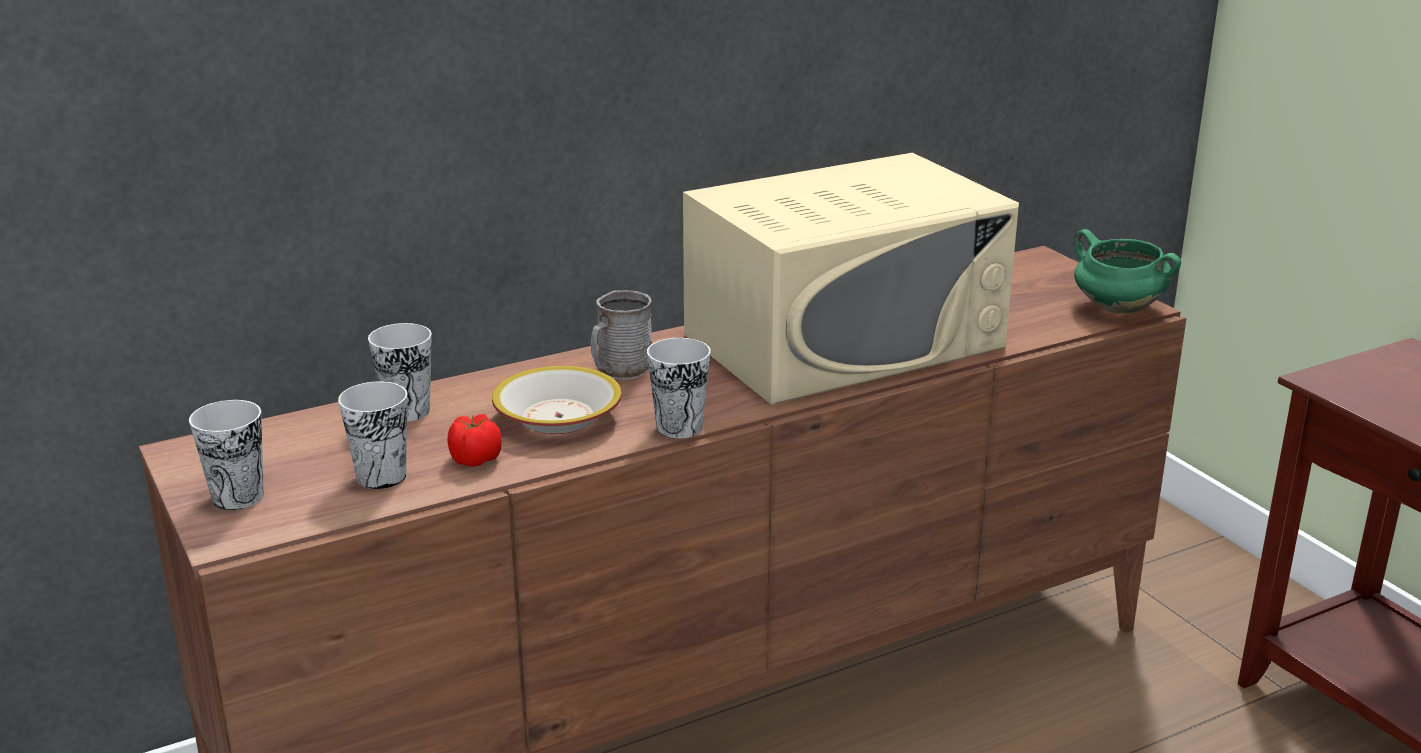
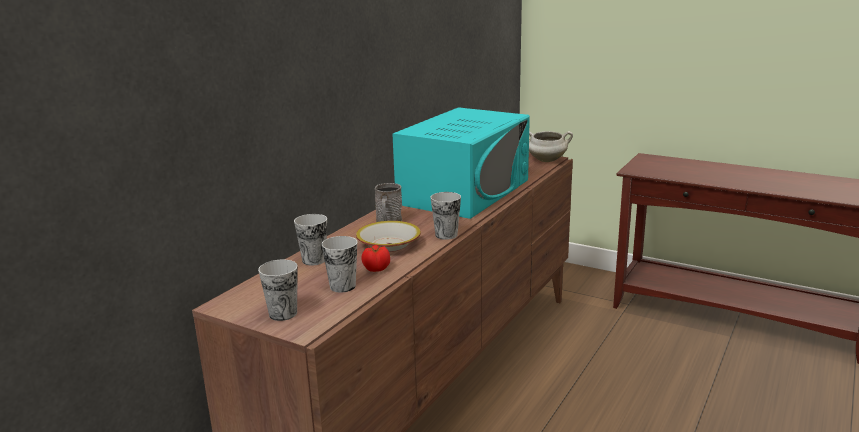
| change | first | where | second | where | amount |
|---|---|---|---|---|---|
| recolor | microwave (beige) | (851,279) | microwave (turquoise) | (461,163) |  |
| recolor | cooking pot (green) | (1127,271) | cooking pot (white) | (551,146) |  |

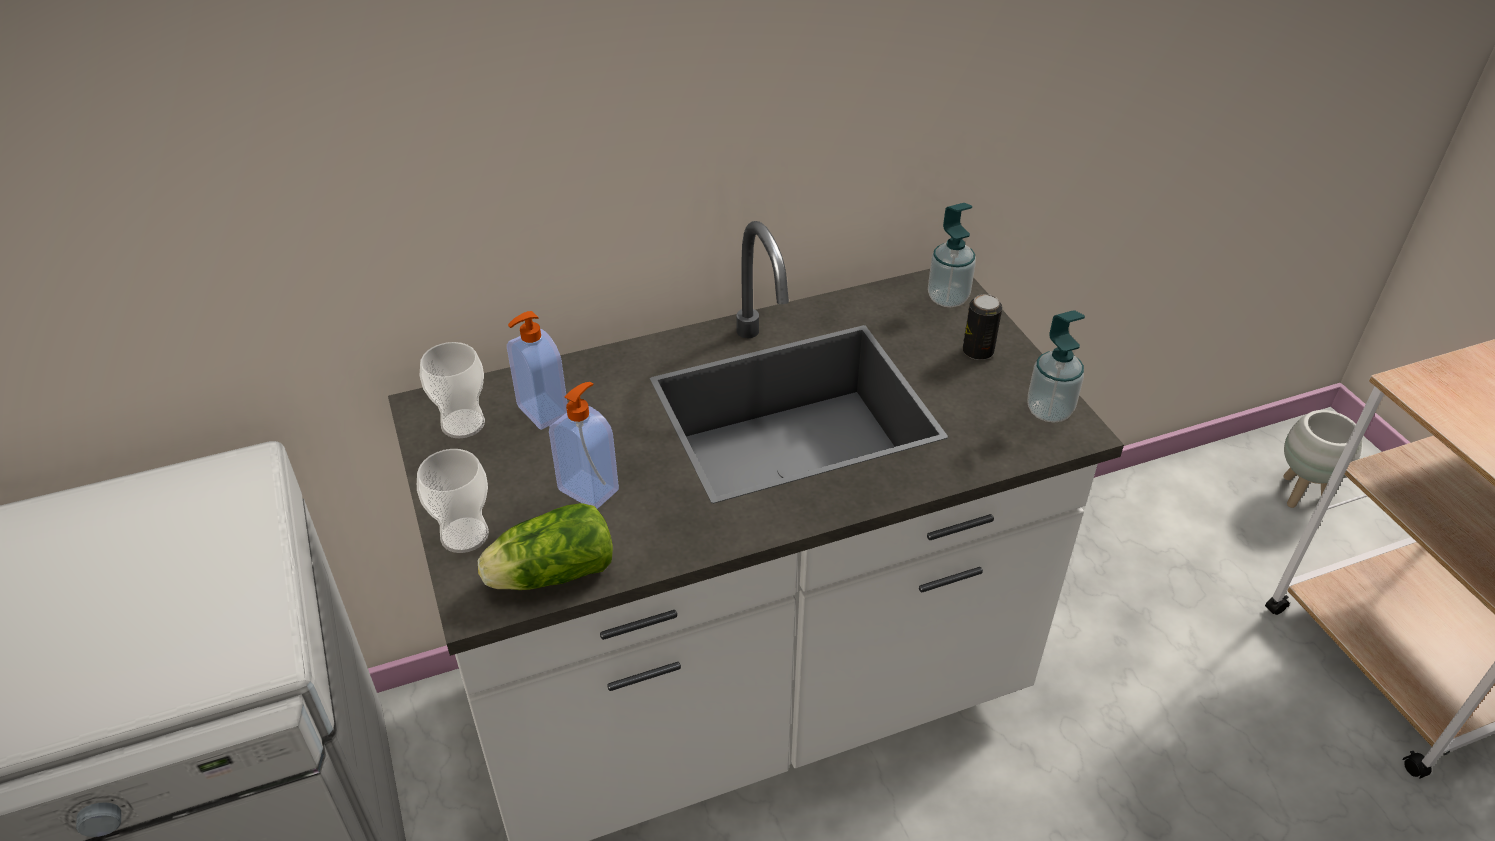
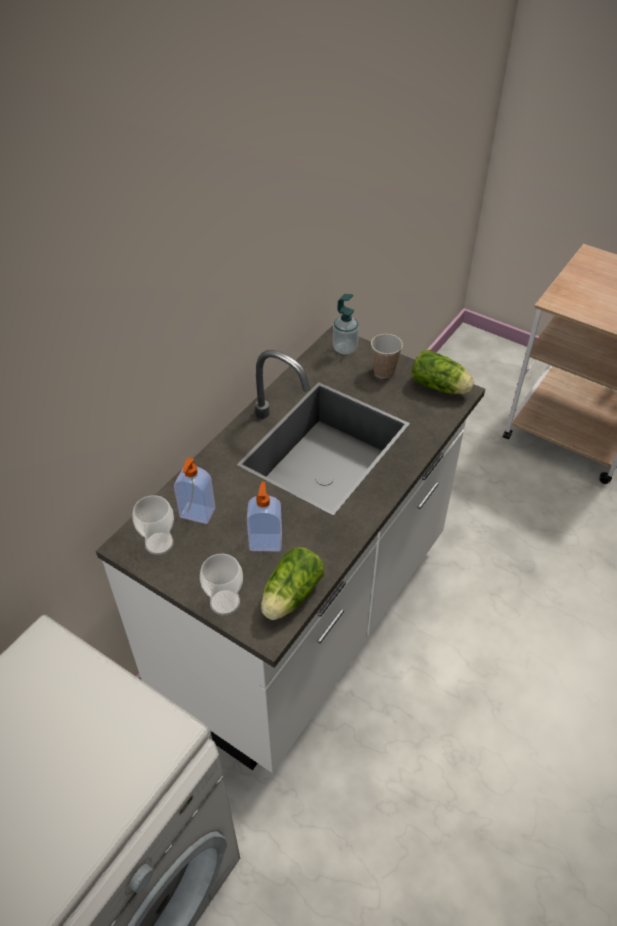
| change | first | where | second | where | amount |
|---|---|---|---|---|---|
| replace | can | (982,327) | cup | (387,356) |  |
| replace | soap dispenser | (1056,366) | lettuce | (443,372) |  |
| delete | planter (white) | (1323,459) |  |  |  |

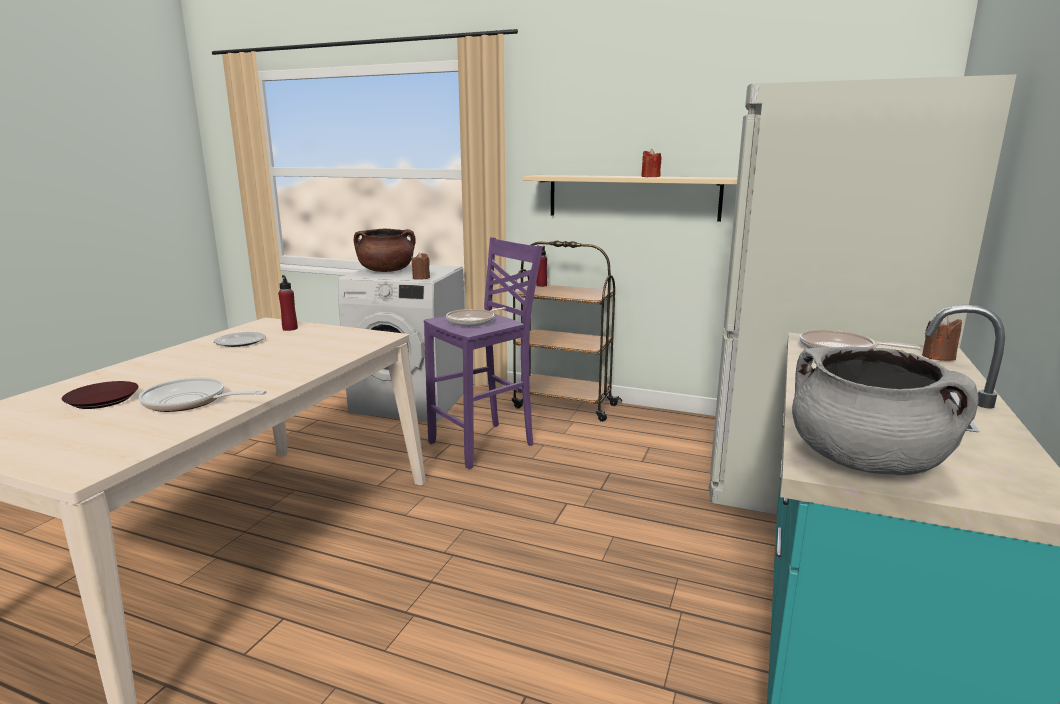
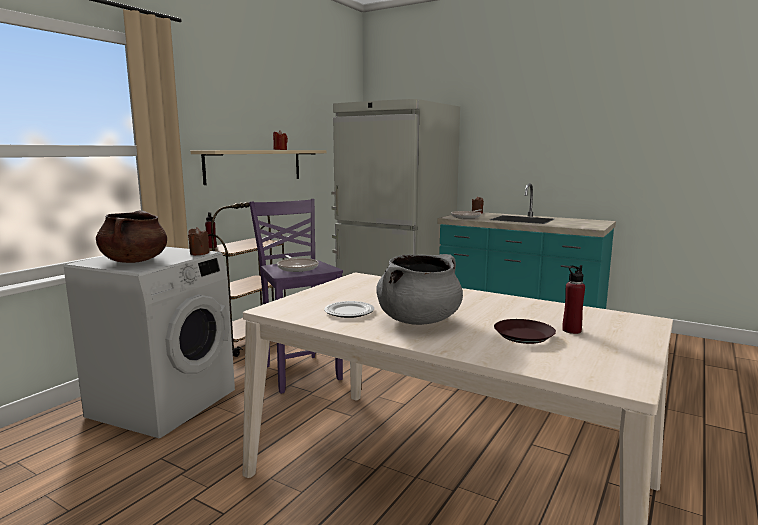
| change | first | where | second | where | amount |
|---|---|---|---|---|---|
| delete | frying pan | (203,394) |  |  |  |
| move | bottle (red) | (288,303) |  | (573,299) |  |
| move | cooking pot (grey) | (885,411) |  | (419,289) |  |

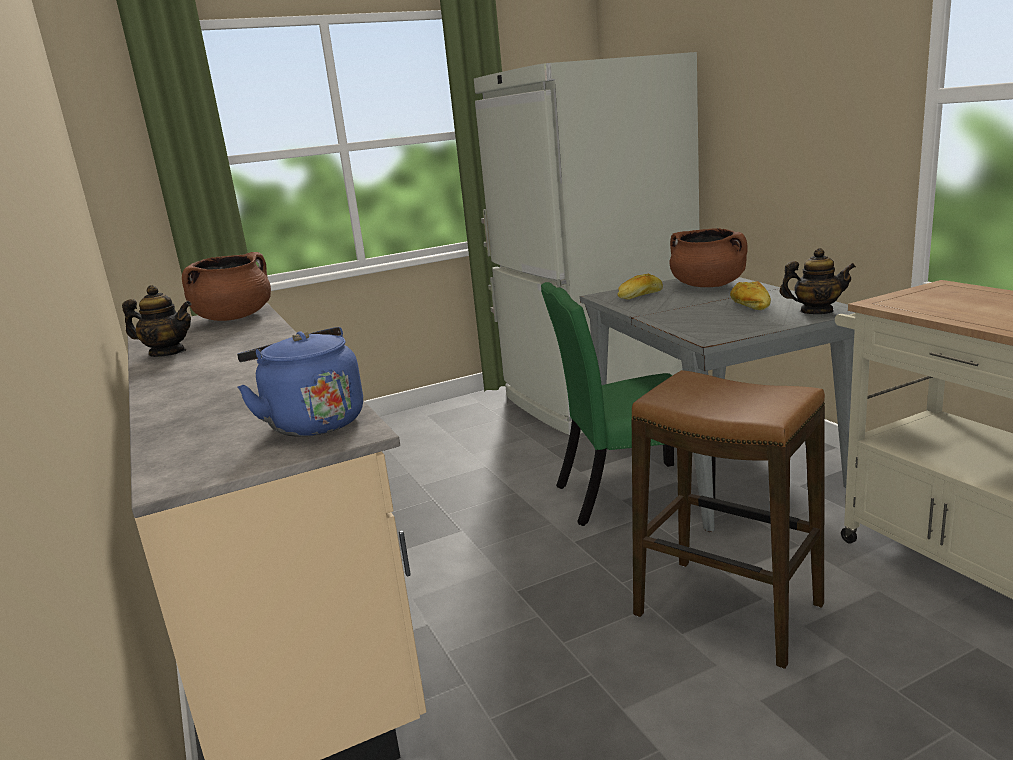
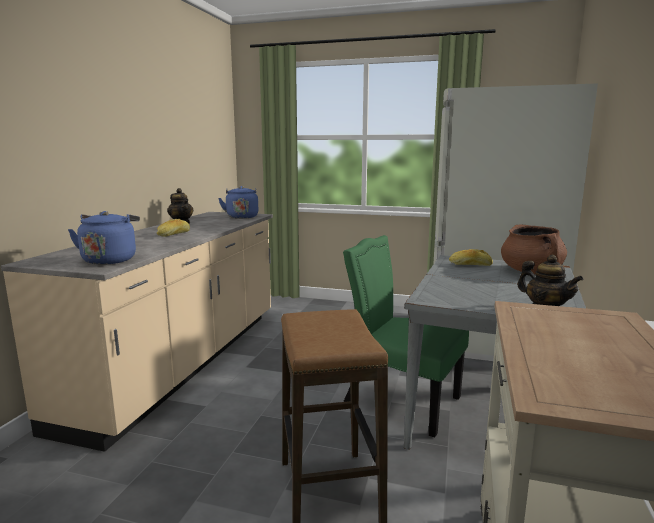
| change | first | where | second | where | amount |
|---|---|---|---|---|---|
| replace | cooking pot (brown) | (226,286) | kettle (blue) | (238,202) |  |
| move | bread | (750,295) |  | (173,228) |  |

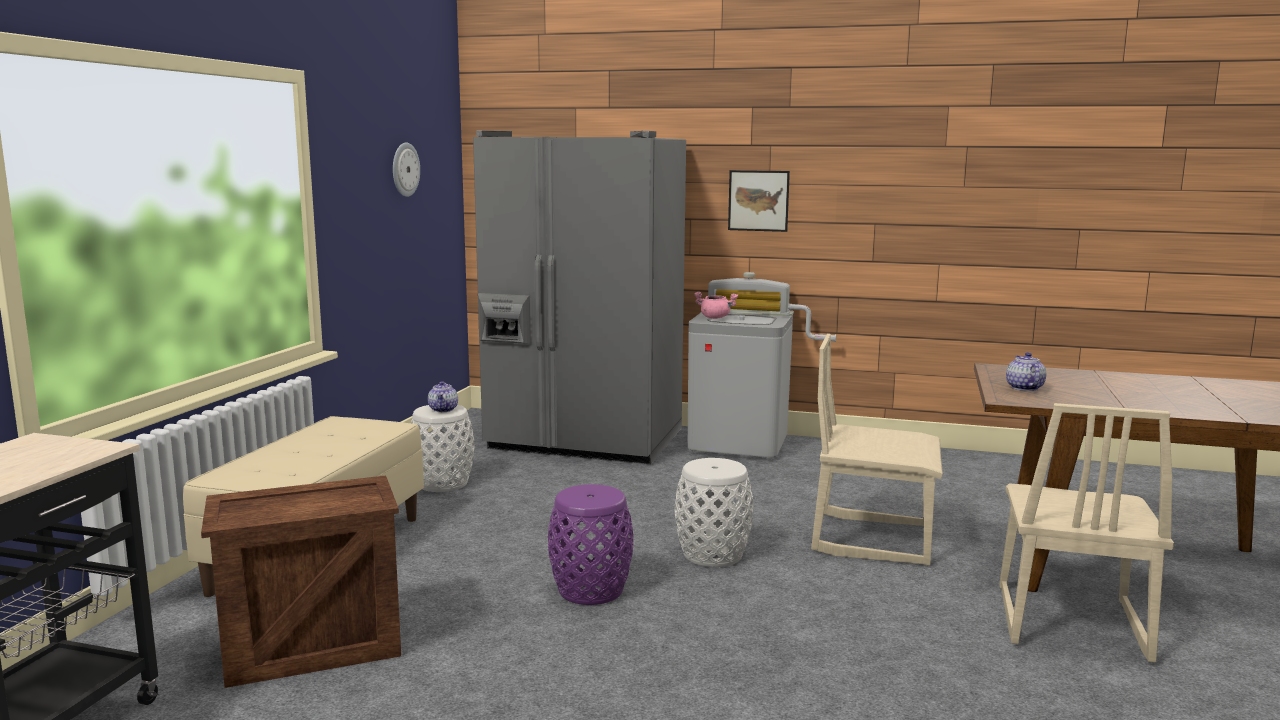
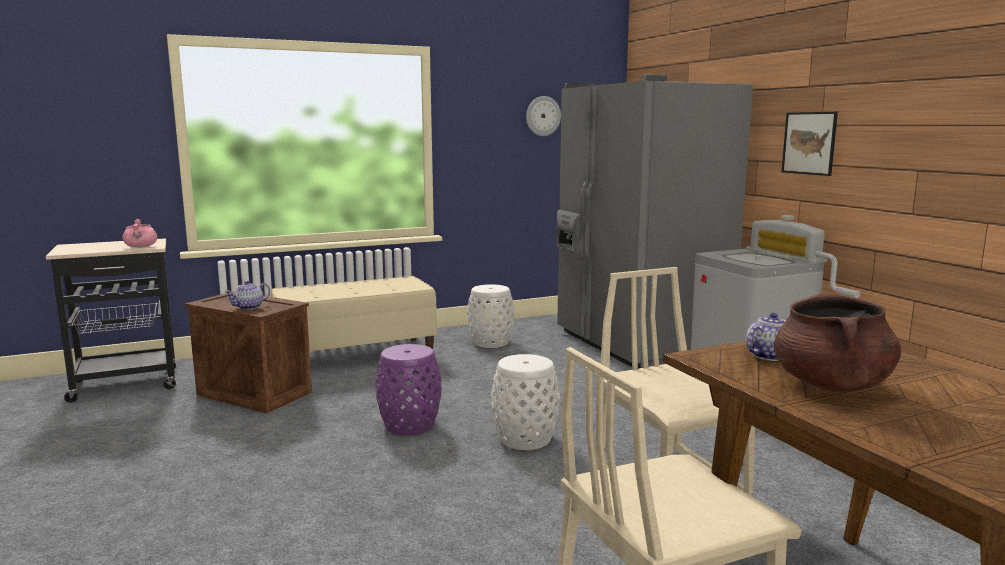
| change | first | where | second | where | amount |
|---|---|---|---|---|---|
| move | teapot | (443,396) |  | (247,295) |  |
| move | cooking pot (pink) | (716,305) |  | (139,233) |  |
| insert |  |  | cooking pot (brown) | (837,342) |  |

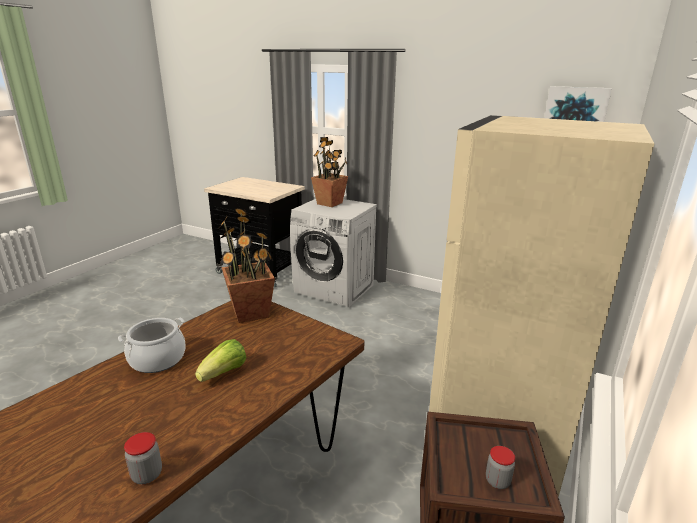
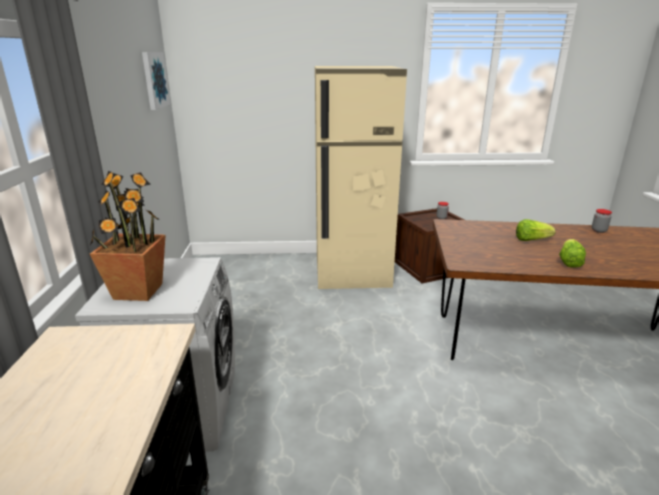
| change | first | where | second | where | amount |
|---|---|---|---|---|---|
| replace | cooking pot | (152,345) | lettuce | (572,253) |  |
| delete | potted plant | (247,265) |  |  |  |

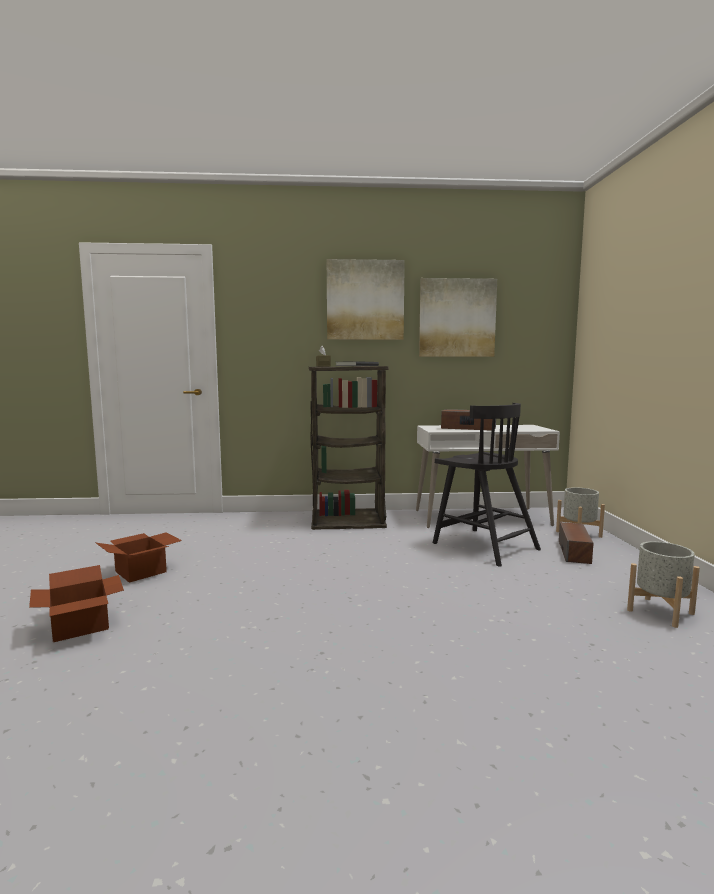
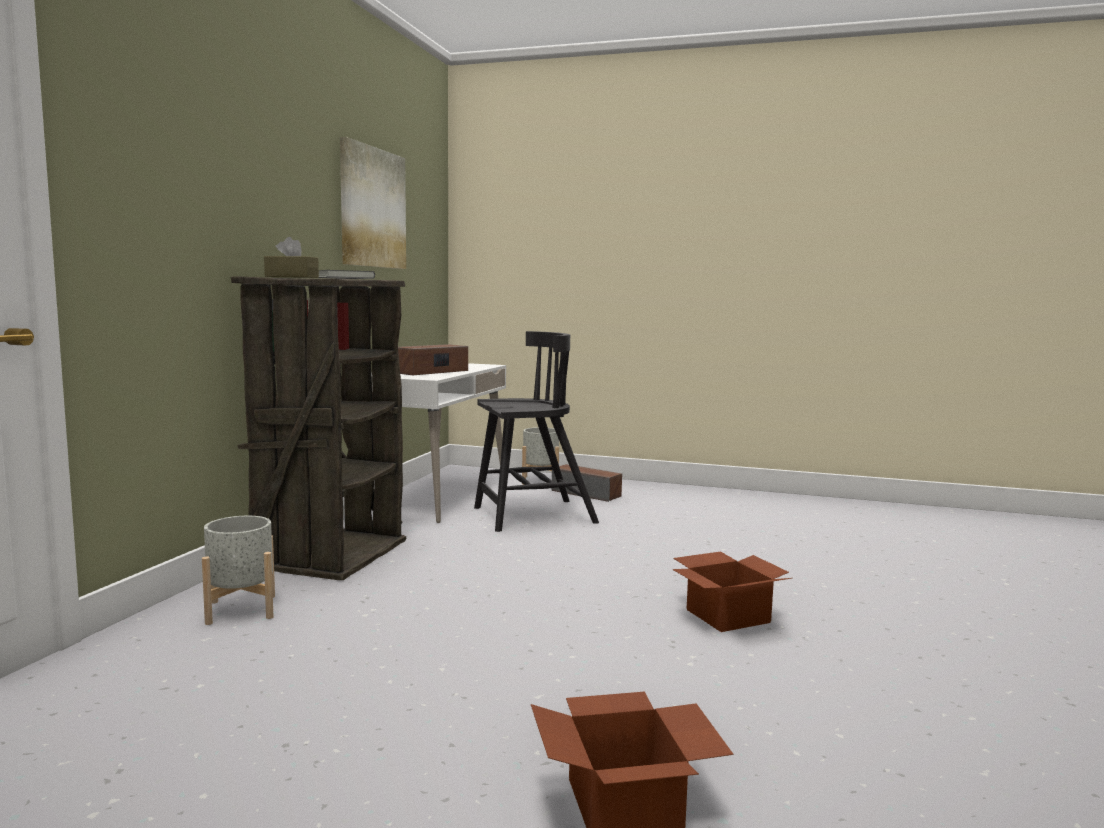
| change | first | where | second | where | amount |
|---|---|---|---|---|---|
| move | cardboard box | (139,557) |  | (731,591) |  |
| delete | picture | (366,299) |  |  |  |
| move | planter (grey) | (663,584) |  | (238,570) |  |

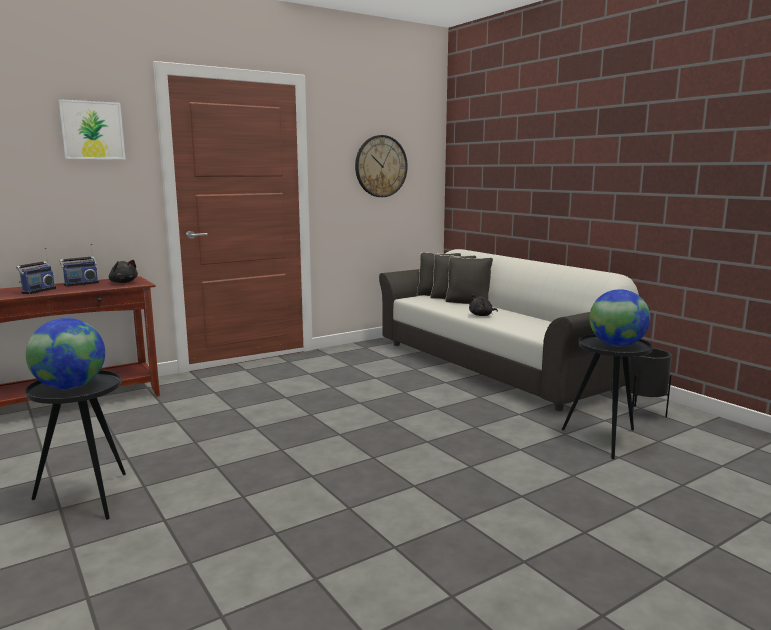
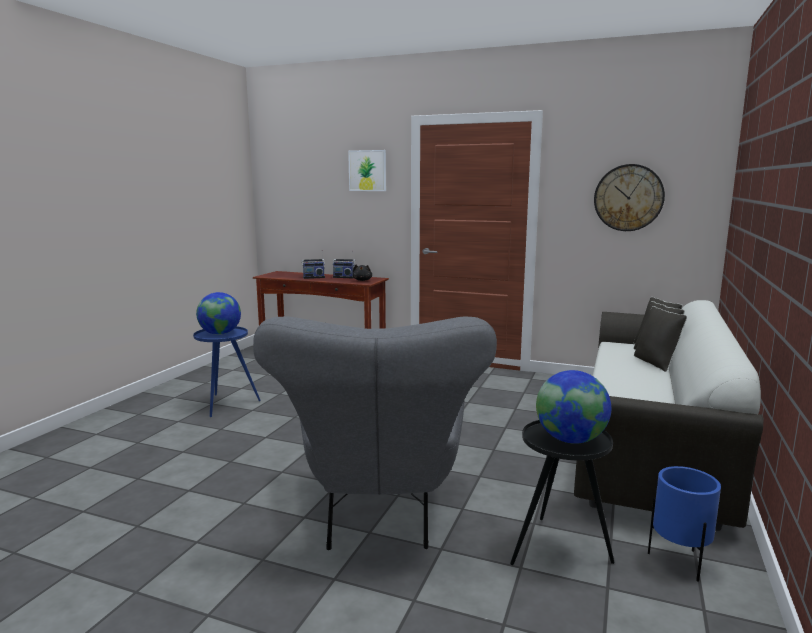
| change | first | where | second | where | amount |
|---|---|---|---|---|---|
| recolor | side table (black) | (75,445) | side table (blue) | (227,371) |  |
| delete | plush toy (black) | (483,305) |  |  |  |
| recolor | planter (black) | (650,383) | planter (blue) | (684,524) |  |
| insert |  |  | armchair (grey) | (375,433) |  |

